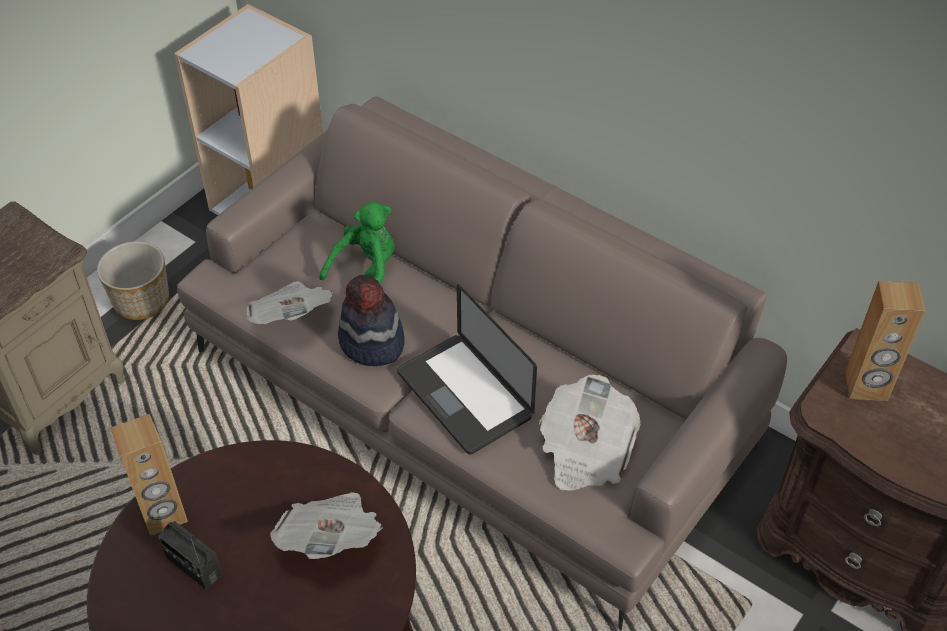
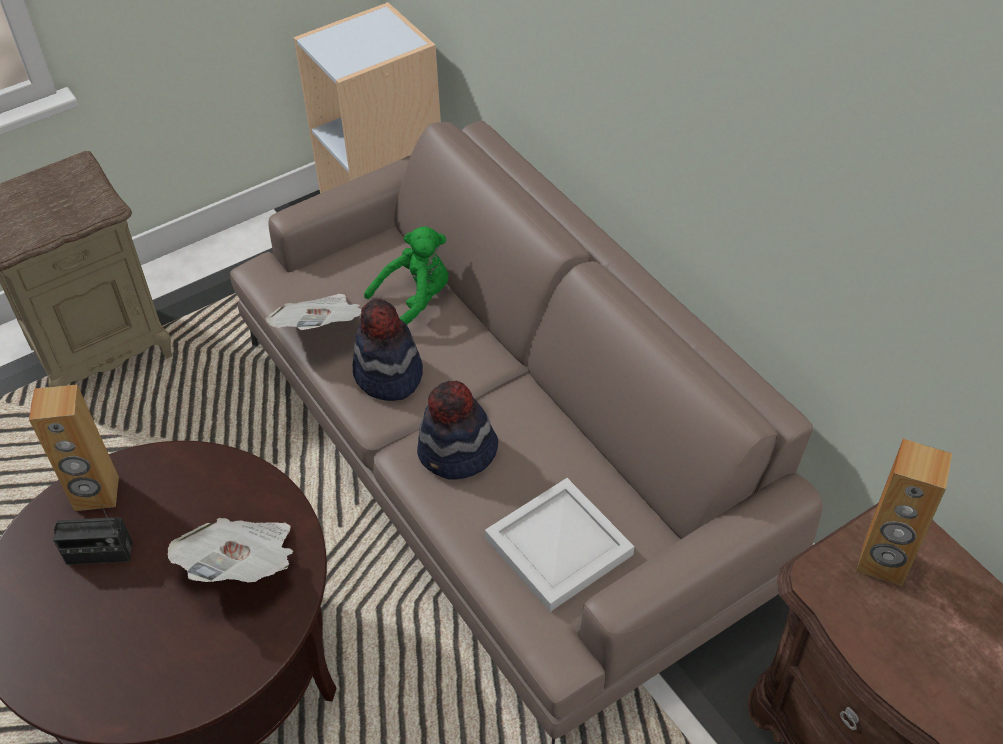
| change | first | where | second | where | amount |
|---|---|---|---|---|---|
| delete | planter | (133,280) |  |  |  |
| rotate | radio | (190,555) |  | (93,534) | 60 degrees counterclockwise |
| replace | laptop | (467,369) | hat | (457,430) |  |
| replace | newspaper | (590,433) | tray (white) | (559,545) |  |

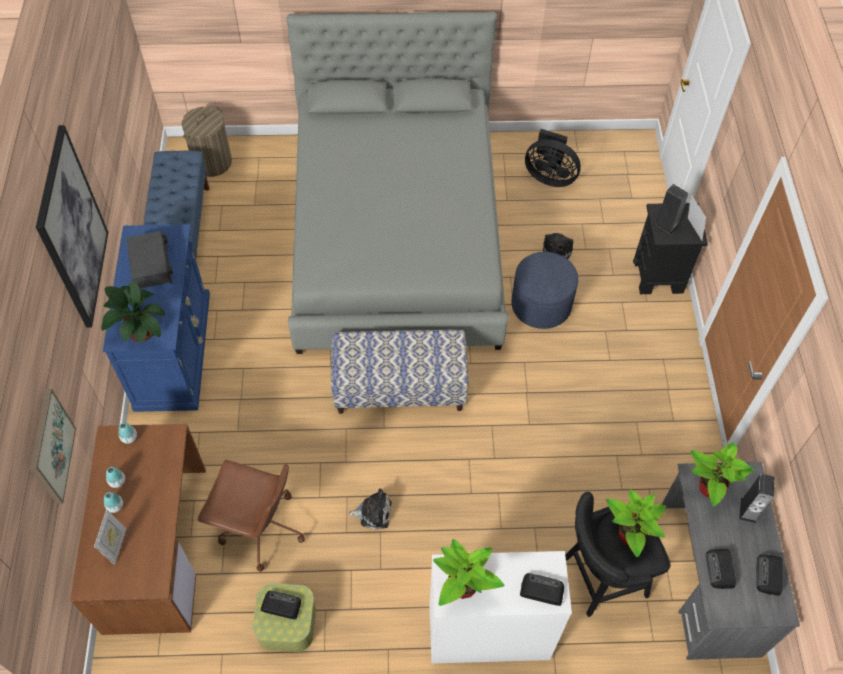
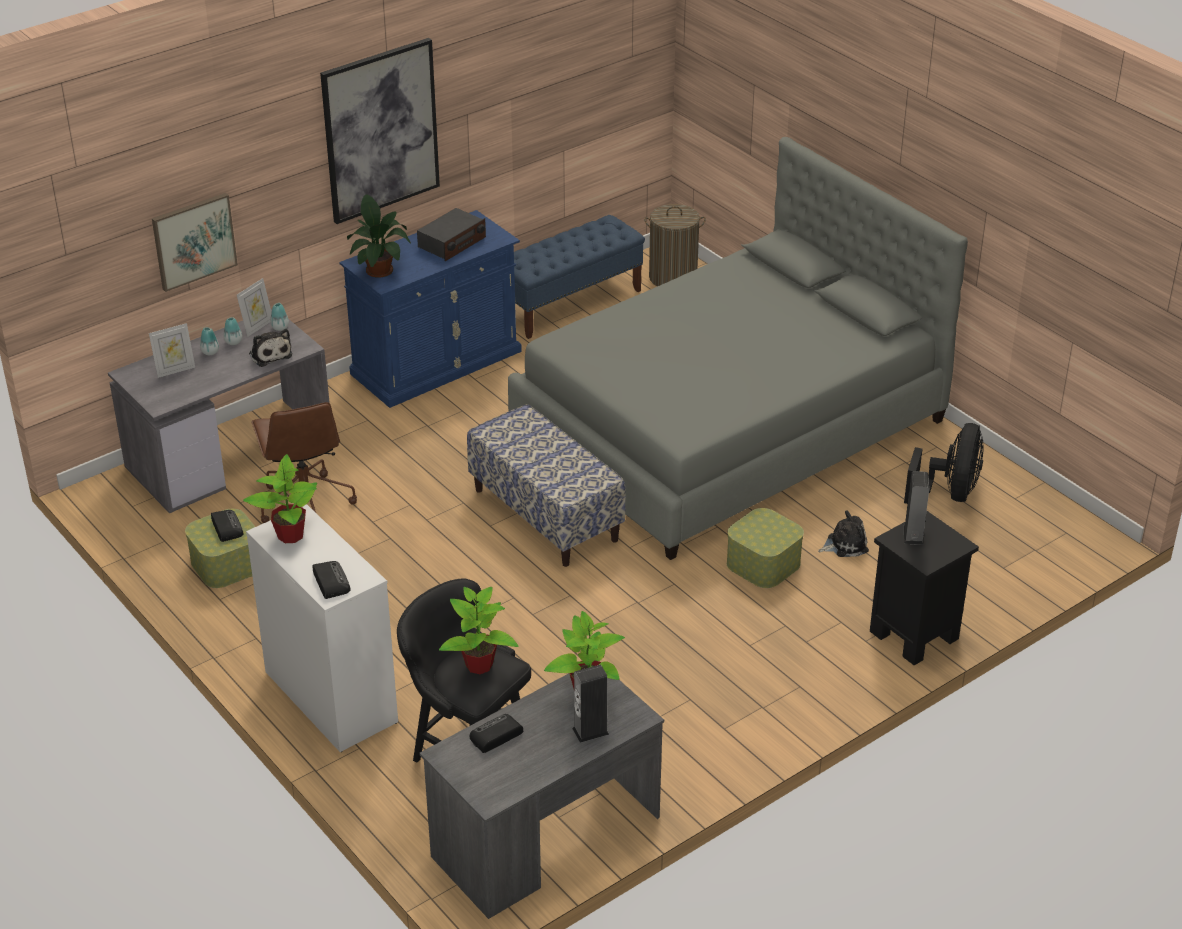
| change | first | where | second | where | amount |
|---|---|---|---|---|---|
| recolor | desk (brown) | (138,529) | desk (grey) | (219,411) |  |
| move | plush toy | (370,508) |  | (270,348) |  |
| replace | ottoman (blue) | (544,290) | storage box | (765,548) |  |
| rotate | fan (black) | (553,158) |  | (943,463) | 150 degrees counterclockwise |
| move | picture frame | (697,217) |  | (254,307) |  |
| delete | radio | (769,575) |  |  |  |

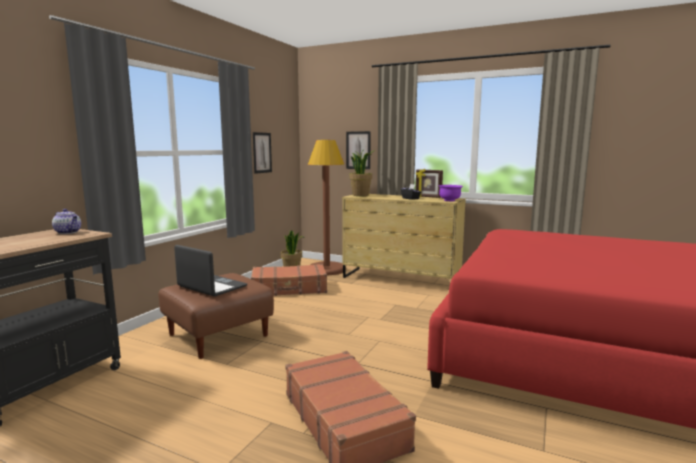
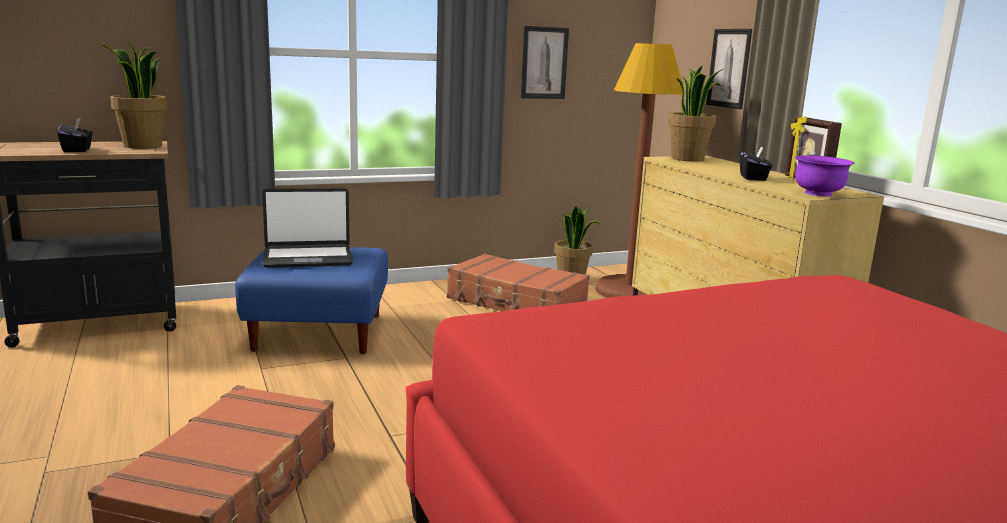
| change | first | where | second | where | amount |
|---|---|---|---|---|---|
| replace | teapot | (66,221) | potted plant | (132,95) |  |
| recolor | ottoman (brown) | (216,316) | ottoman (blue) | (311,300) |  |
| rotate | laptop | (210,271) |  | (307,228) | 90 degrees clockwise |
| insert |  |  | tissue box (black) | (75,135) |  |

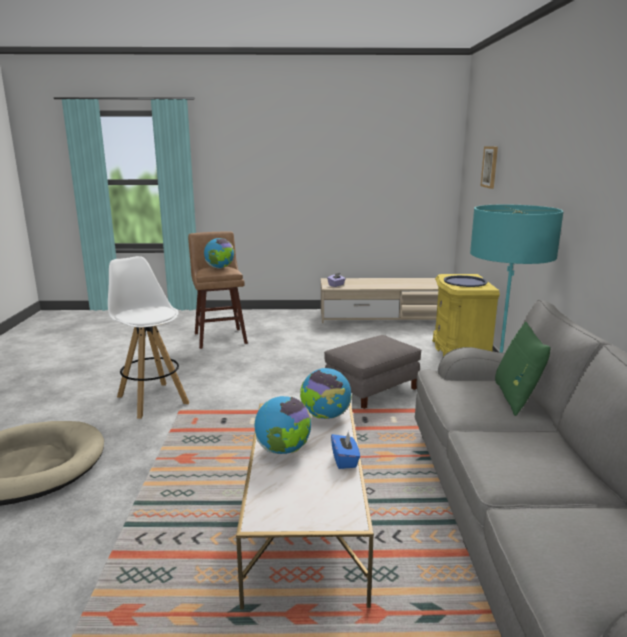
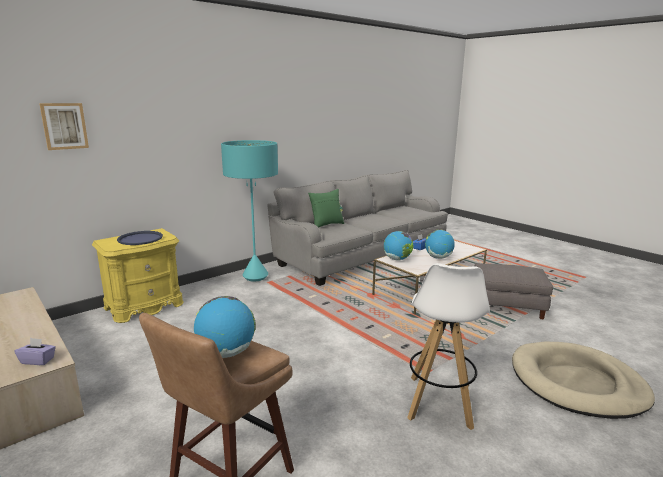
| change | first | where | second | where | amount |
|---|---|---|---|---|---|
| move | ottoman (grey) | (373,372) |  | (514,291) |  |

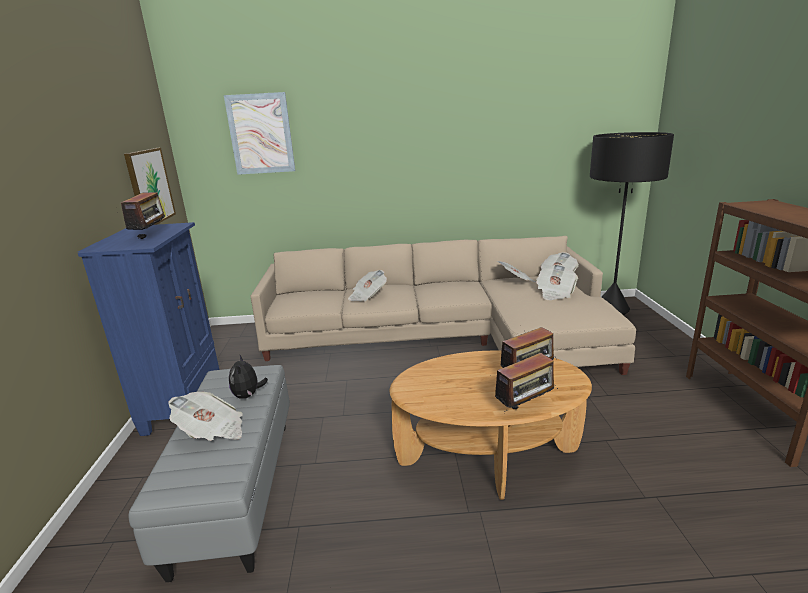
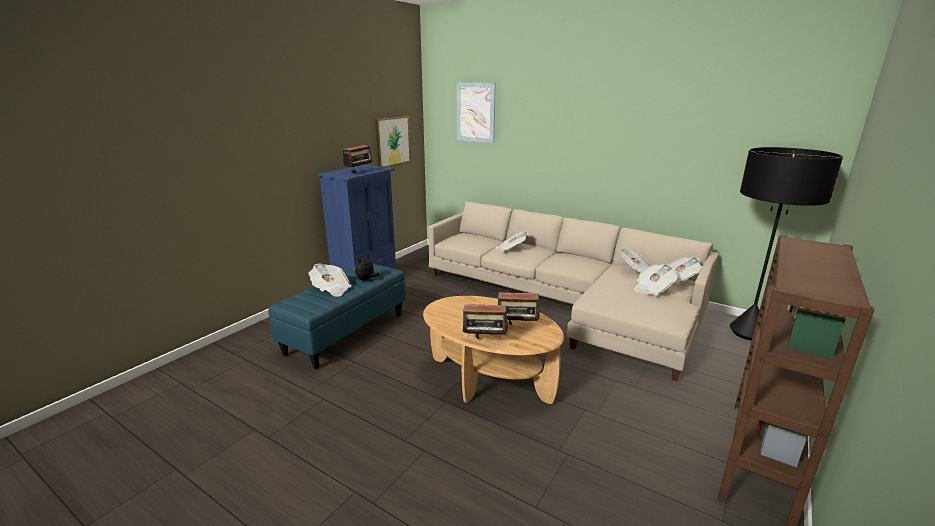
| change | first | where | second | where | amount |
|---|---|---|---|---|---|
| recolor | ottoman (grey) | (209,473) | ottoman (blue) | (337,316) |  |

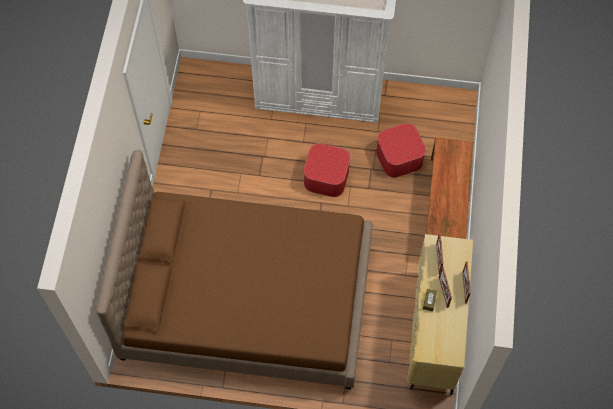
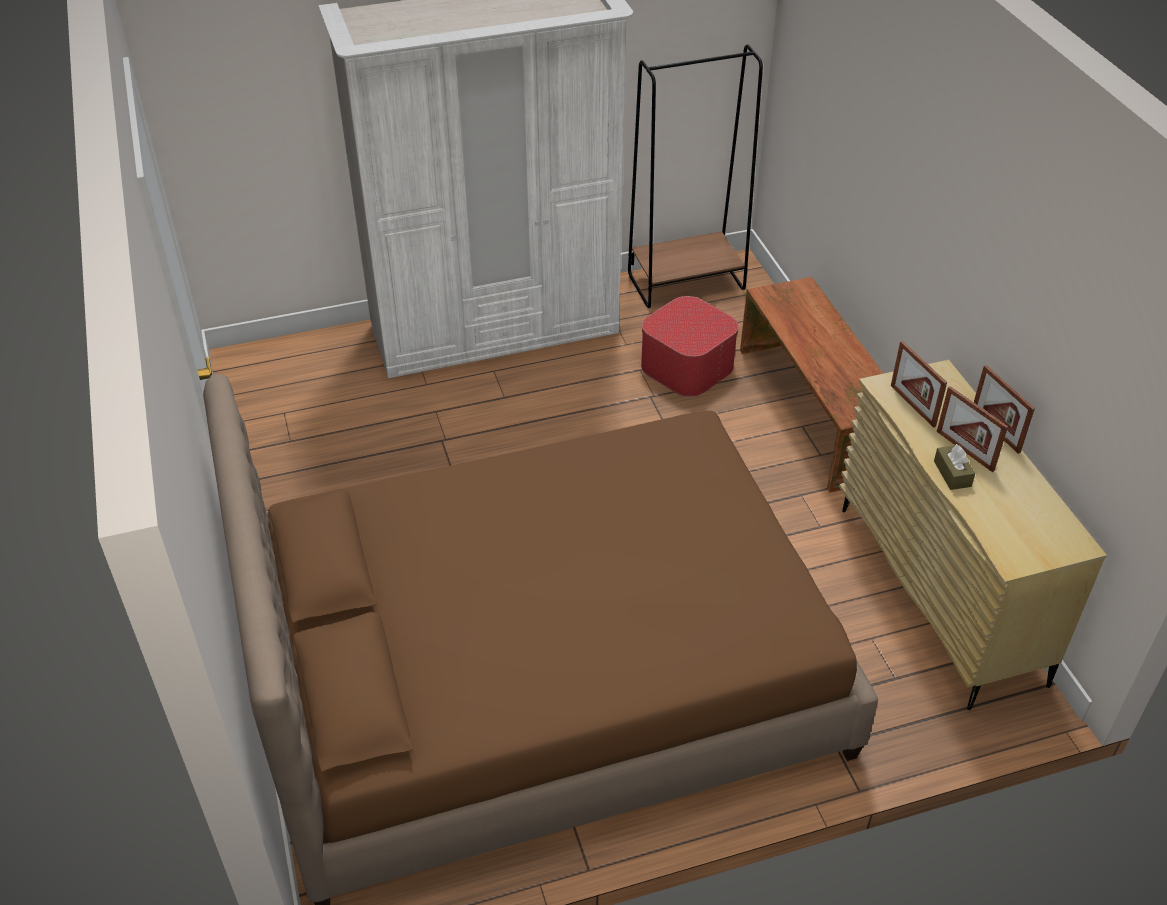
| change | first | where | second | where | amount |
|---|---|---|---|---|---|
| delete | ottoman | (327,170) |  |  |  |
| insert |  |  | clothes rack | (695,176) |  |

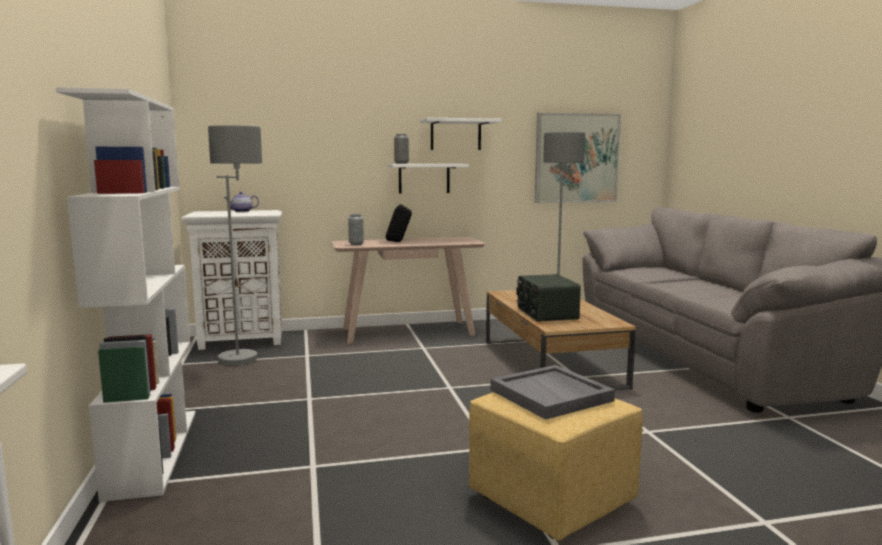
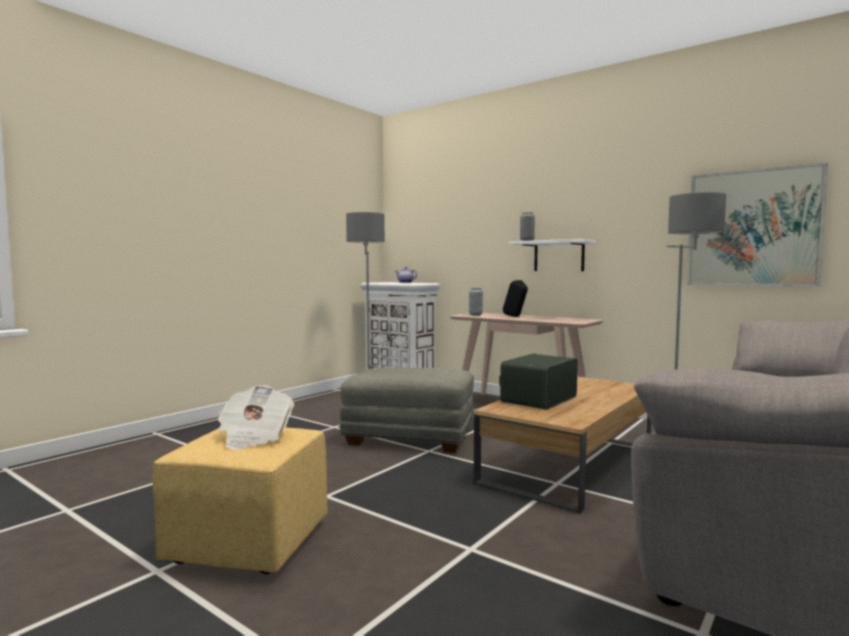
| change | first | where | second | where | amount |
|---|---|---|---|---|---|
| delete | bookcase (white) | (126,294) |  |  |  |
| delete | shelf (white) | (461,134) |  |  |  |
| replace | tray (grey) | (553,392) | newspaper | (255,417) |  |
| insert |  |  | ottoman (grey) | (407,410) |  |

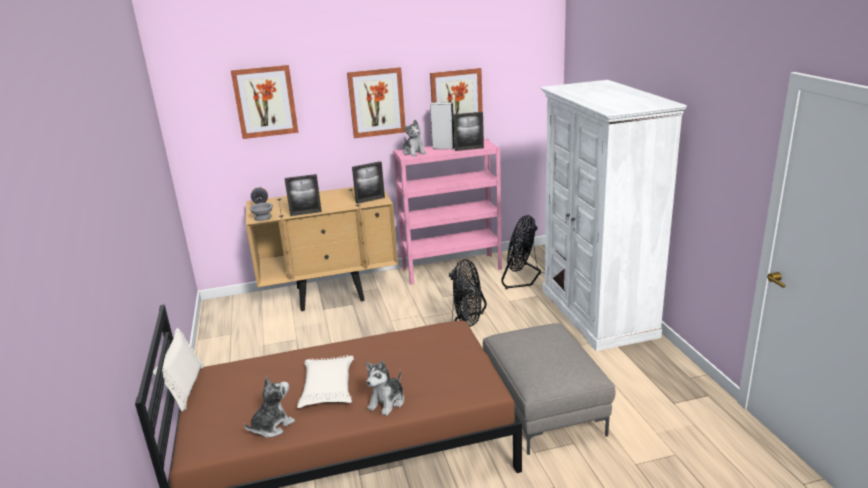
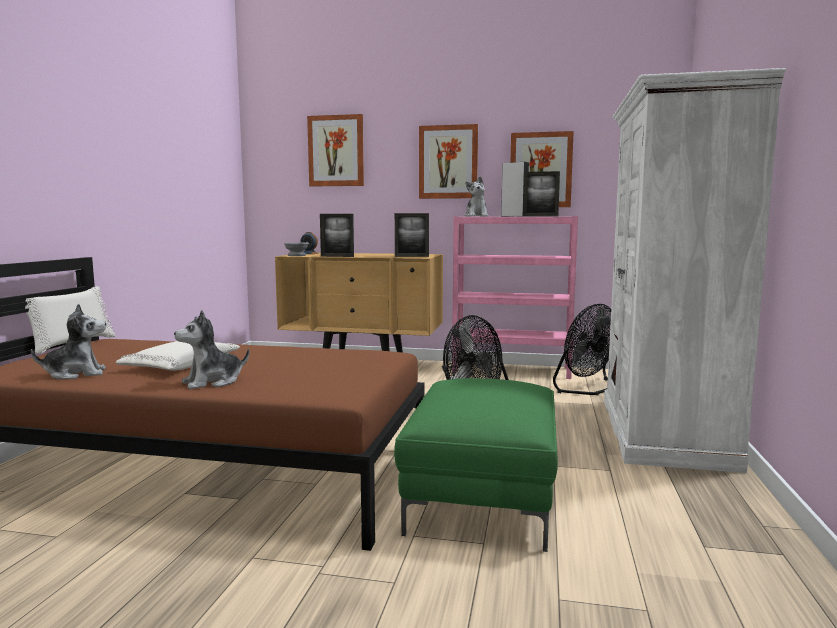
| change | first | where | second | where | amount |
|---|---|---|---|---|---|
| recolor | ottoman (grey) | (549,389) | ottoman (green) | (476,465) |  |

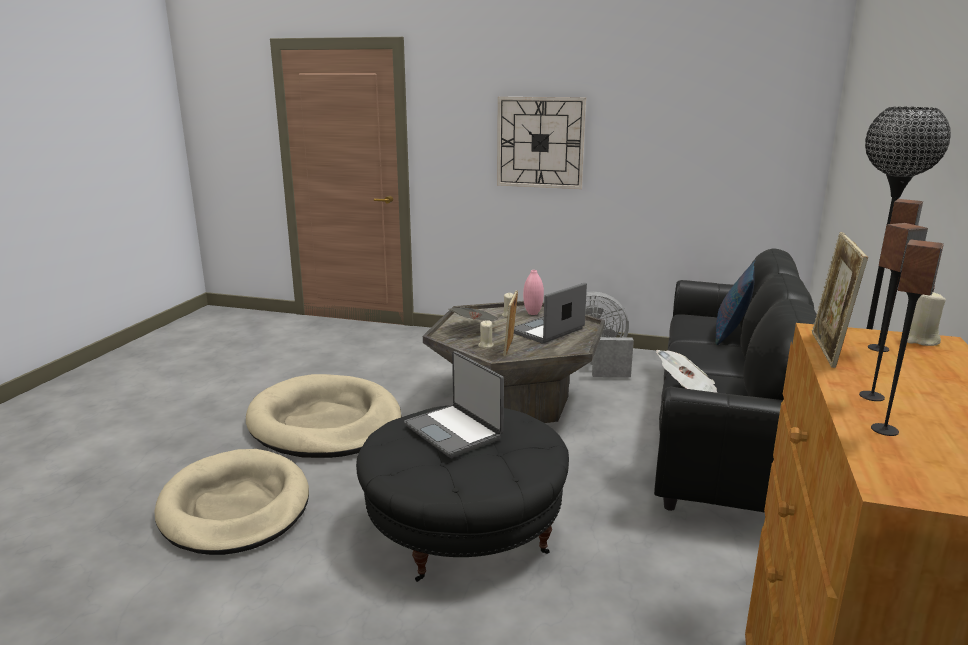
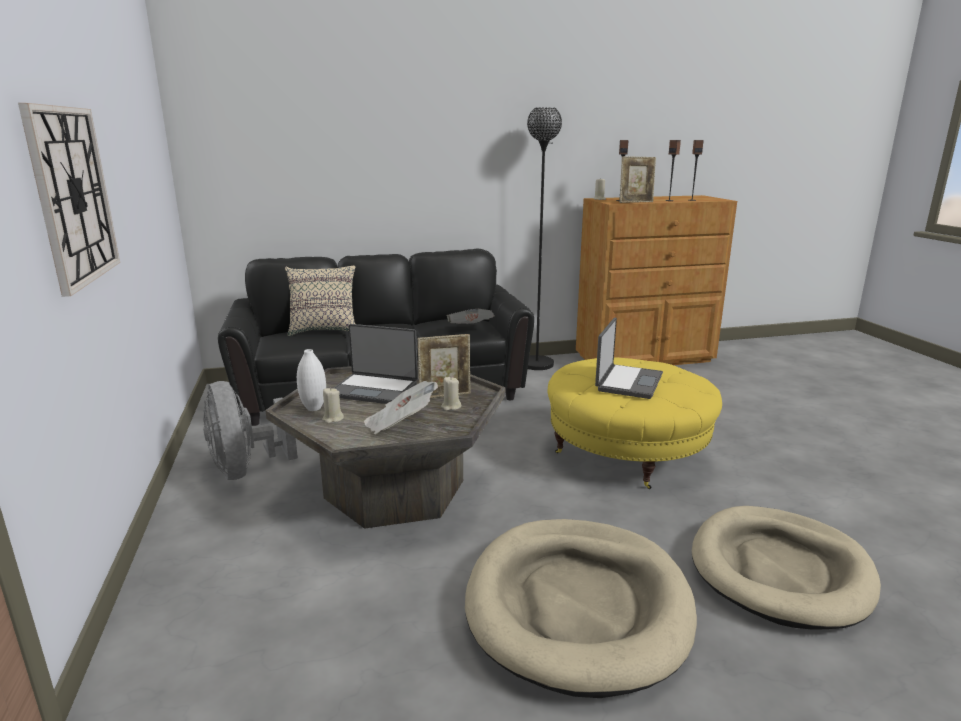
| change | first | where | second | where | amount |
|---|---|---|---|---|---|
| recolor | ottoman (black) | (462,494) | ottoman (yellow) | (635,423) |  |
| recolor | vase (pink) | (533,292) | vase (white) | (311,380) |  |
| recolor | pillow (blue) | (735,303) | pillow (beige) | (320,301) |  |

